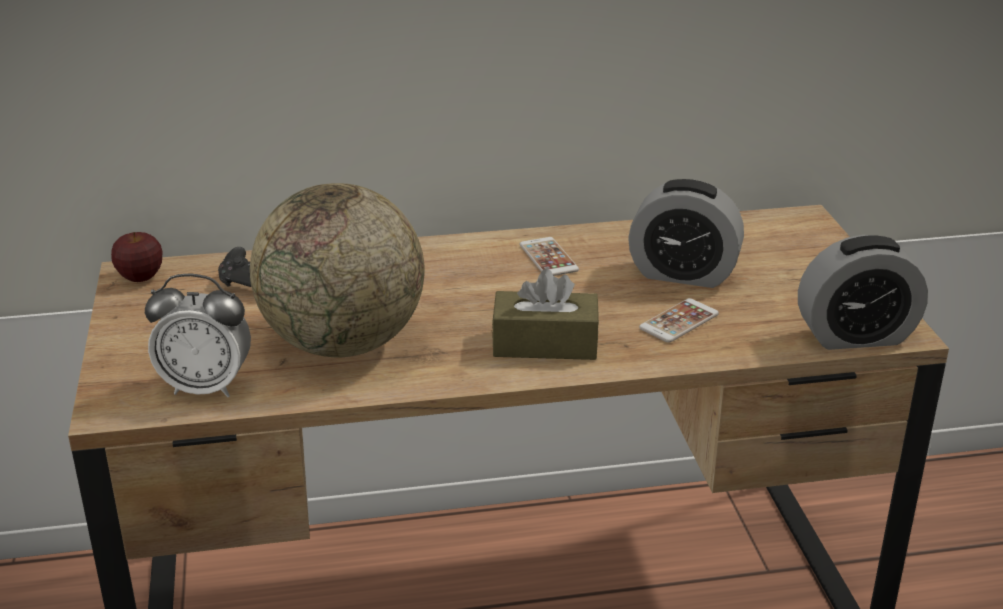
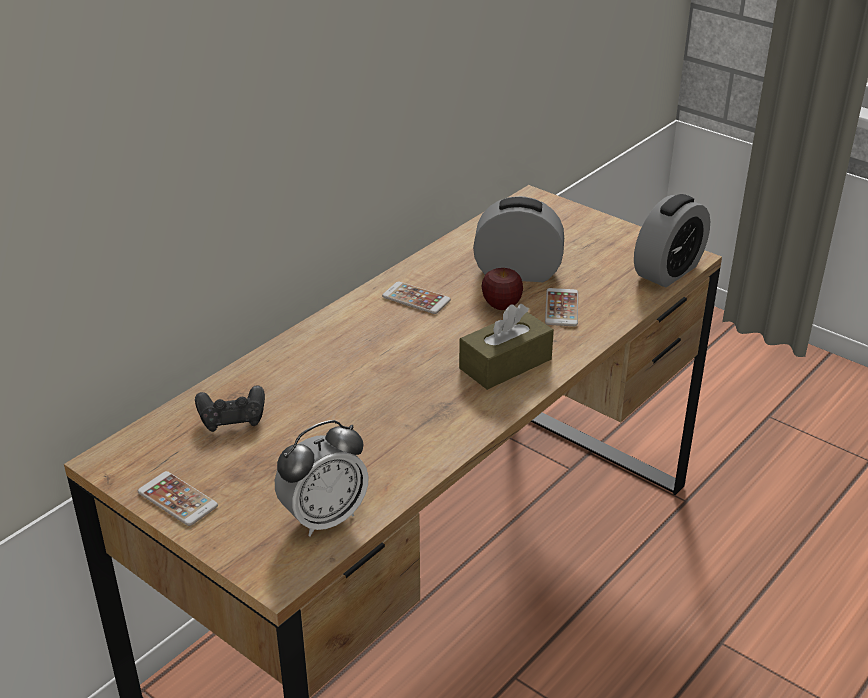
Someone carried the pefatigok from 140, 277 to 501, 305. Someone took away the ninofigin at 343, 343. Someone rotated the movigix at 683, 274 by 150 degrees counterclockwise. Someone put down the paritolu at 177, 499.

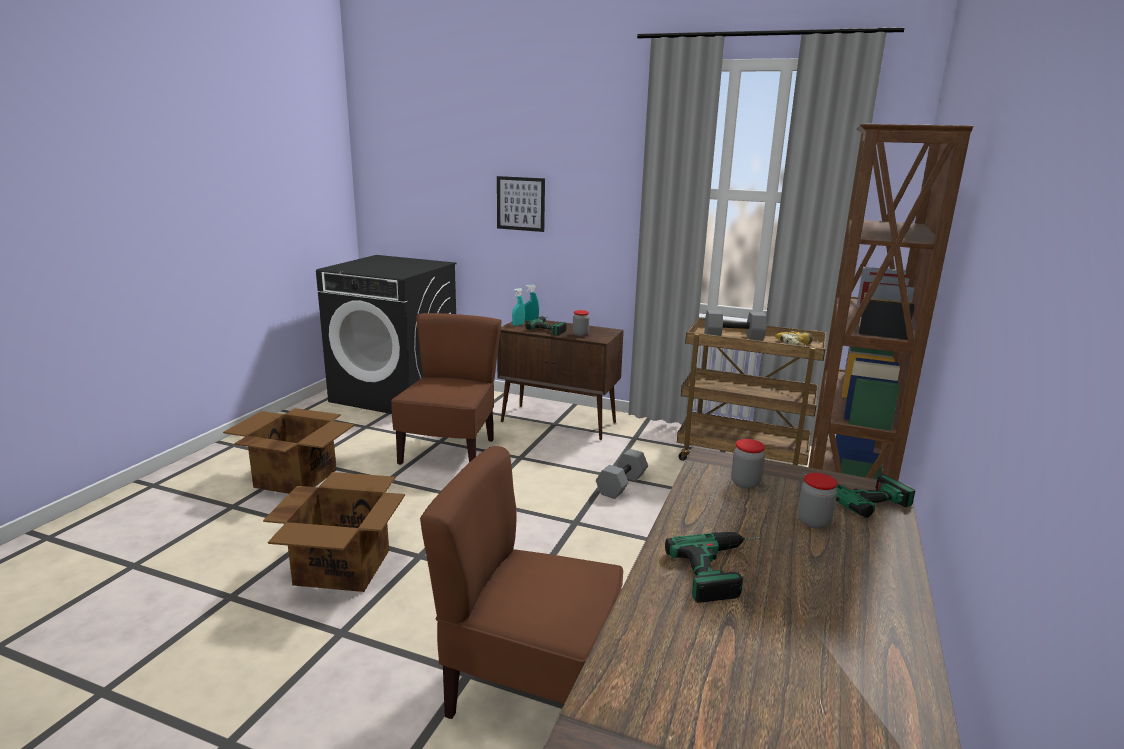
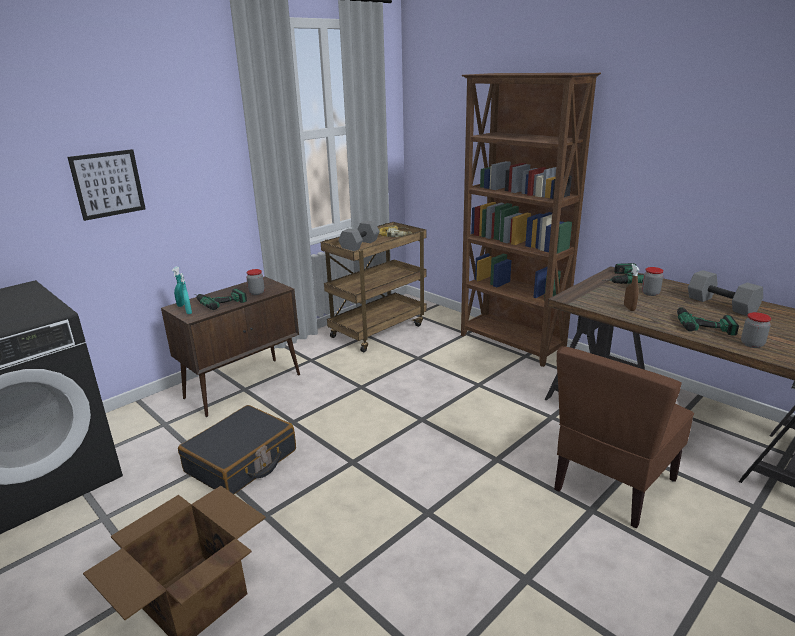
Someone took away the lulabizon at 344, 566. Someone swapped the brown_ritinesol at 449, 452 for the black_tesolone at 241, 461. Someone carried the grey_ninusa from 622, 485 to 722, 305. Someone carried the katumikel from 745, 483 to 752, 344. Someone put down the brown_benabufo at 629, 308.

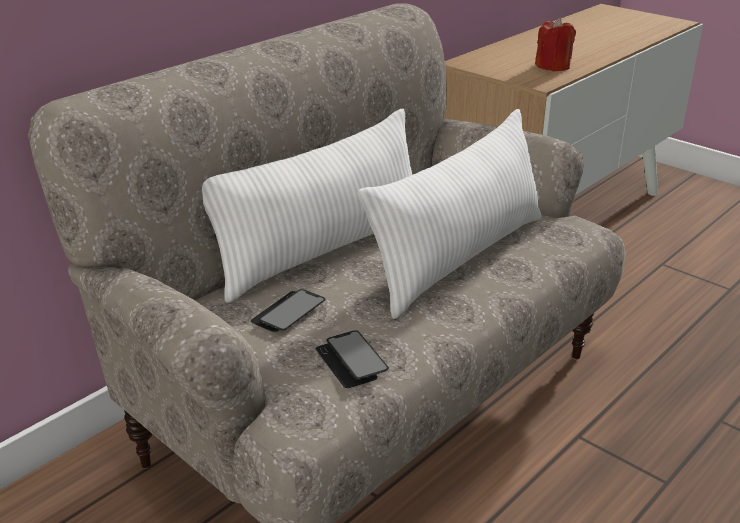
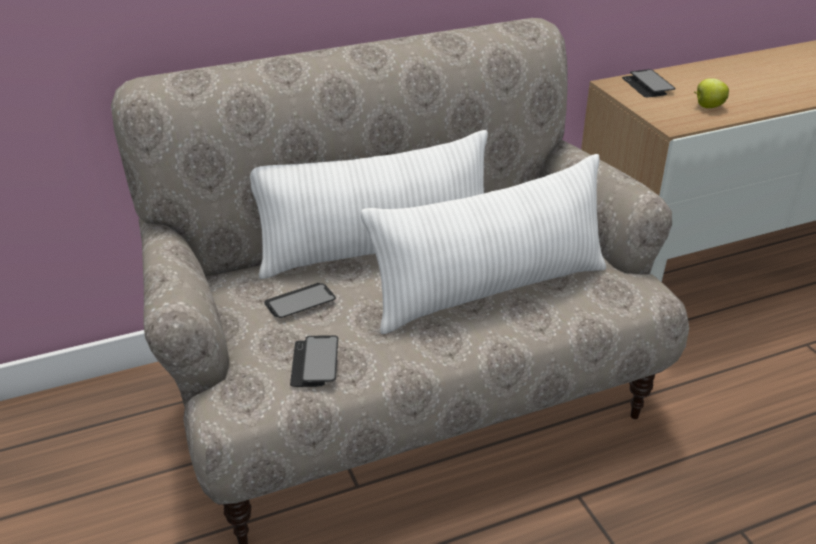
Someone swapped the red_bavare at 553, 66 for the pefatigok at 708, 106. Someone put down the paritolu at 647, 85.

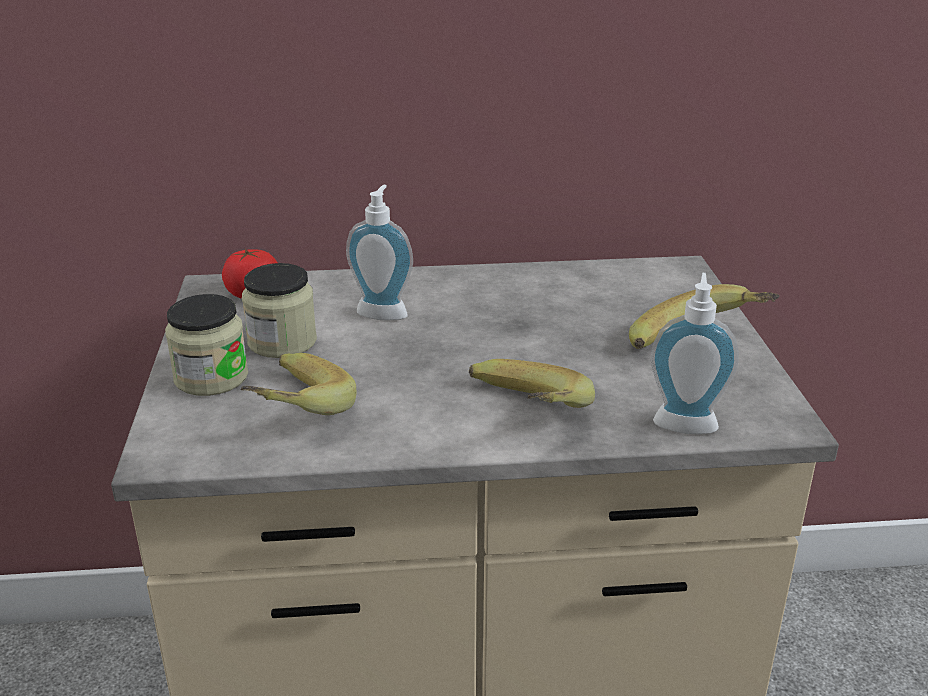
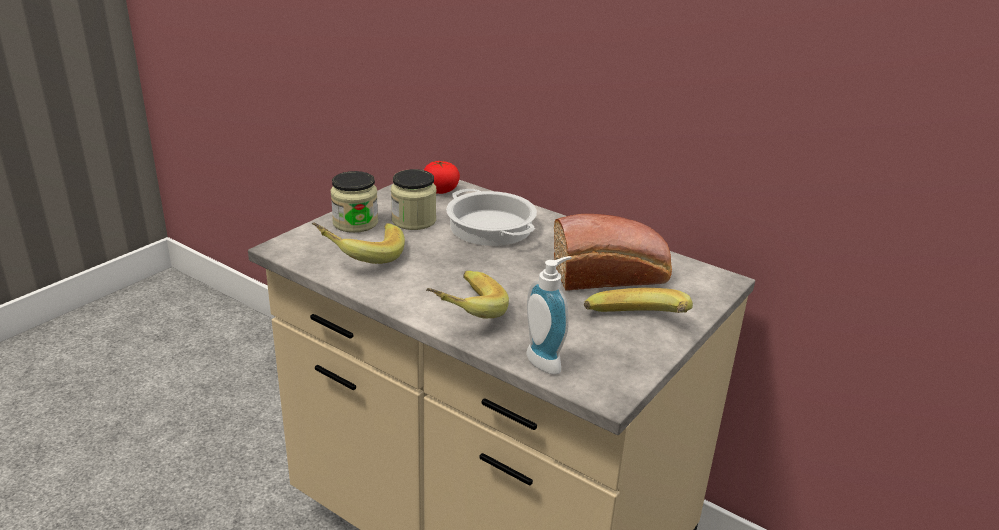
Someone swapped the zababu at 384, 311 for the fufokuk at 489, 227. Someone put down the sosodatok at 612, 275.

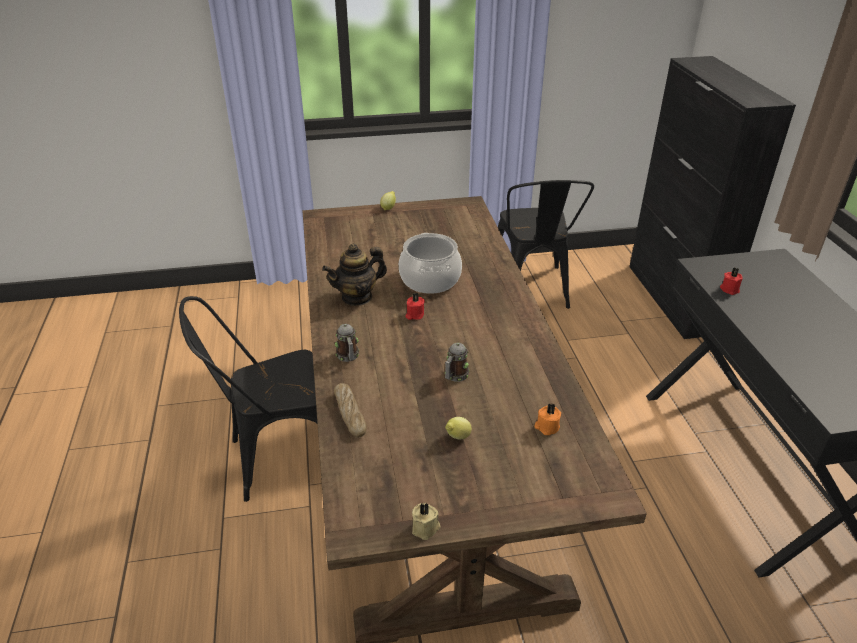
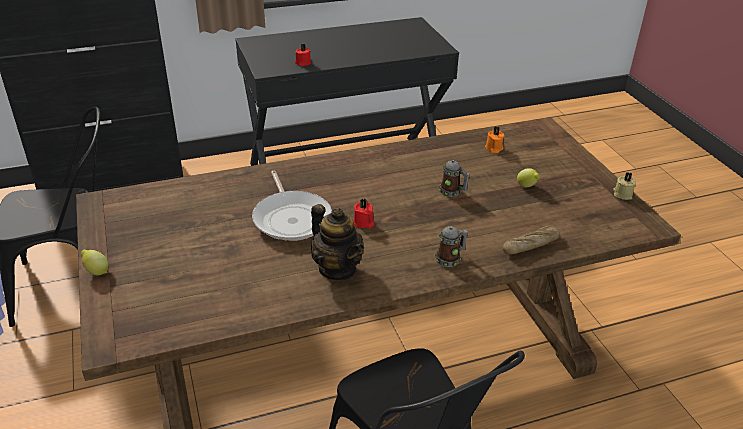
Someone swapped the fufokuk at 430, 279 for the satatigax at 291, 218.

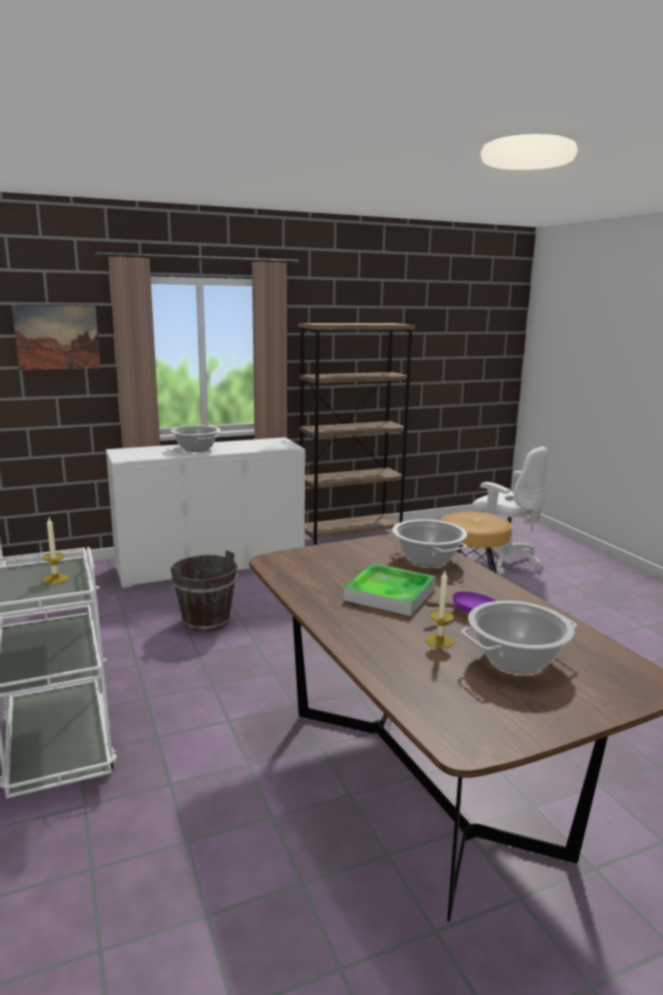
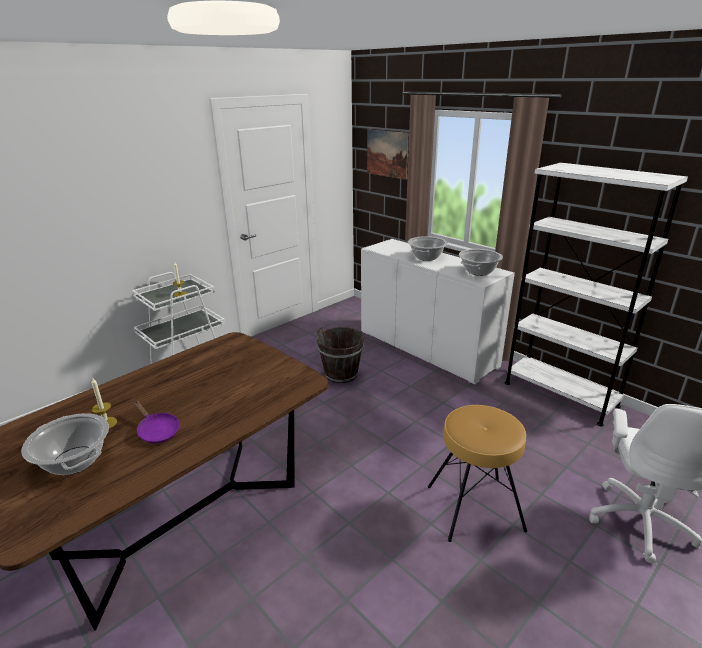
Someone repainted the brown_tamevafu at 350, 537, which became the white_tamevafu at 560, 394. Someone took away the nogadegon at 390, 594. Someone carried the fufokuk from 427, 559 to 478, 271.

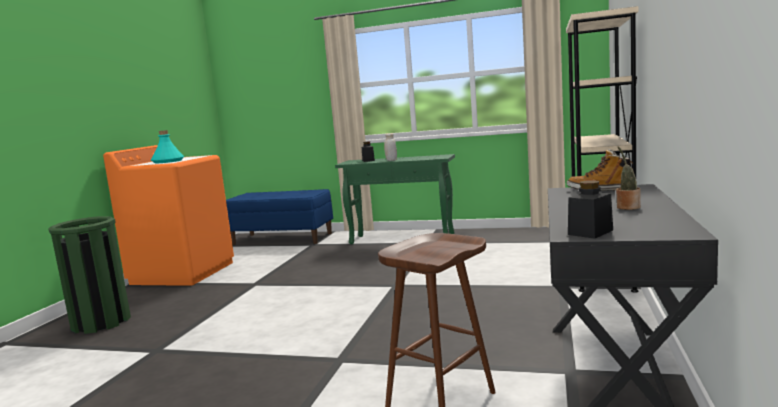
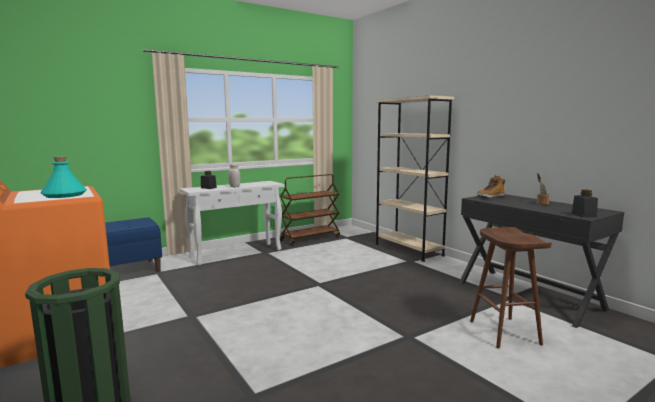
Someone repainted the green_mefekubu at 402, 239, which became the white_mefekubu at 237, 253. Someone put down the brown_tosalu at 310, 239.

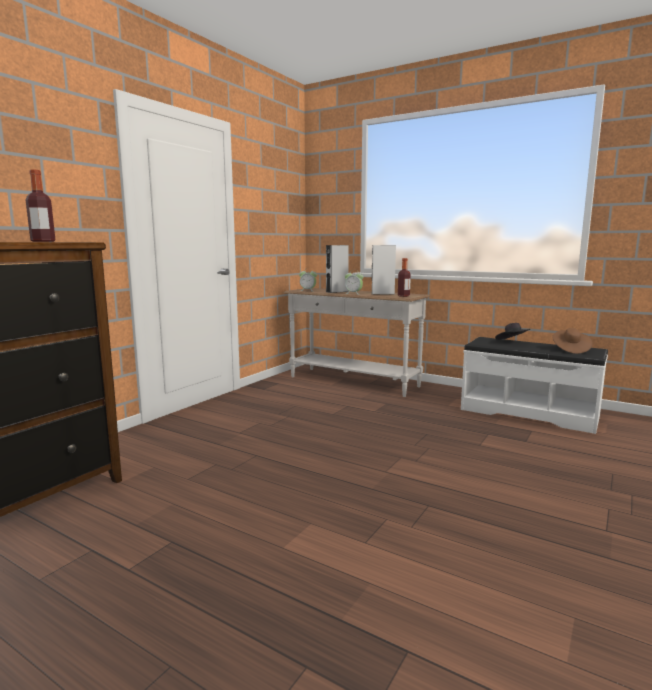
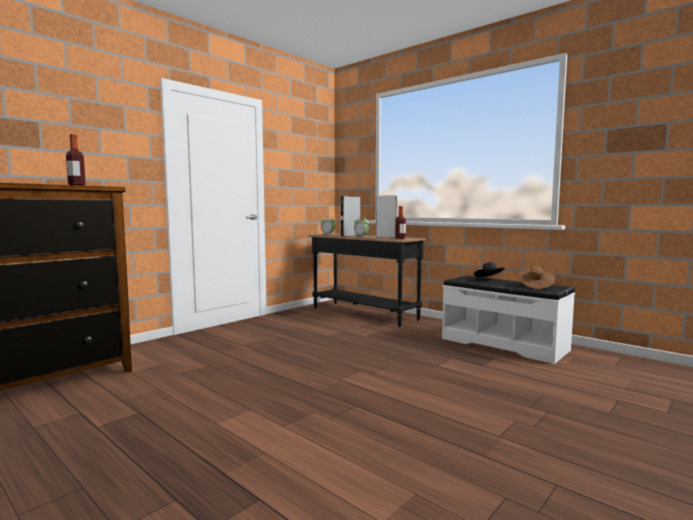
Someone repainted the white_mefekubu at 352, 382, which became the black_mefekubu at 363, 314.

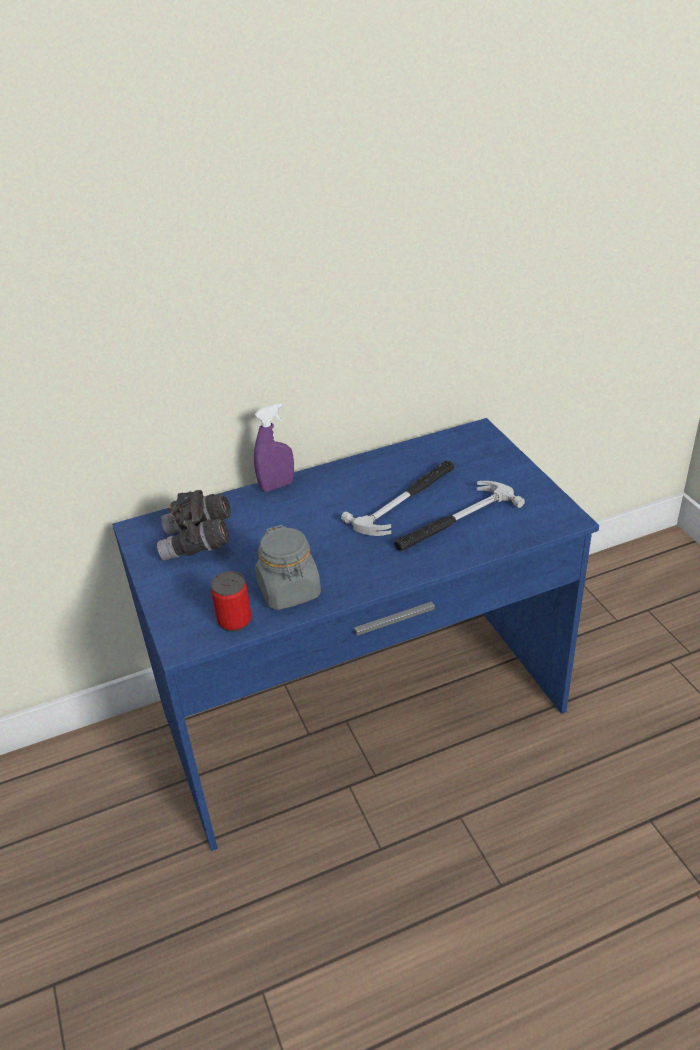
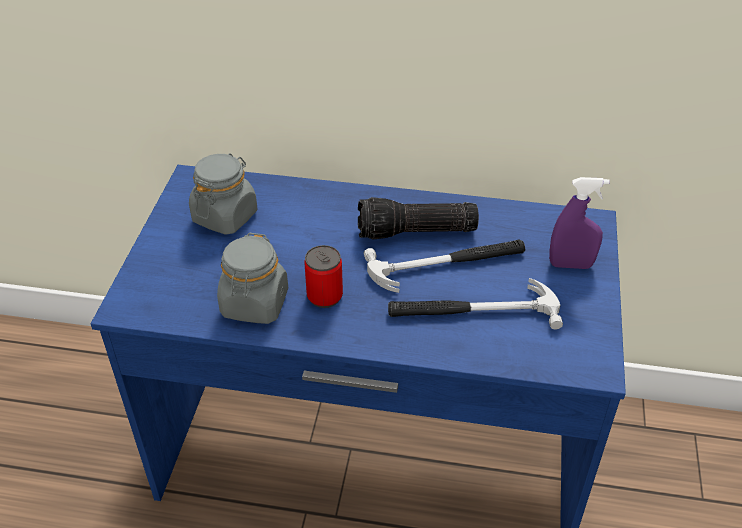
Someone swapped the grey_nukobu at 198, 543 for the grey_katumikel at 225, 216. Someone carried the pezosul from 234, 620 to 324, 296. Someone carried the purple_benabufo from 277, 486 to 570, 265. Someone put down the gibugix at 415, 233.

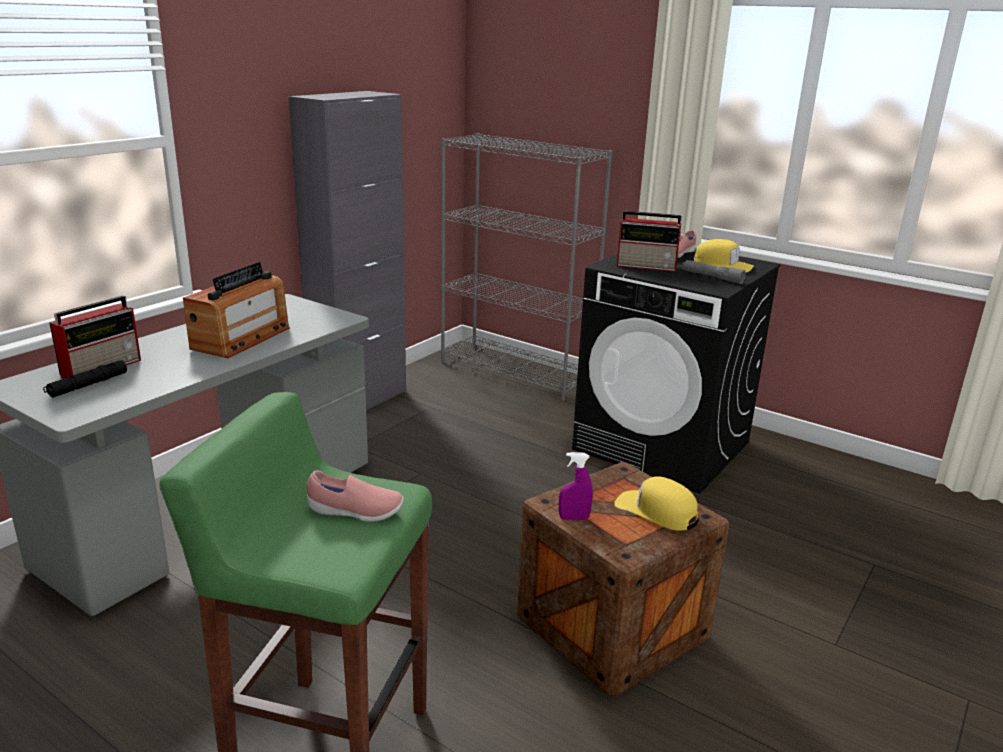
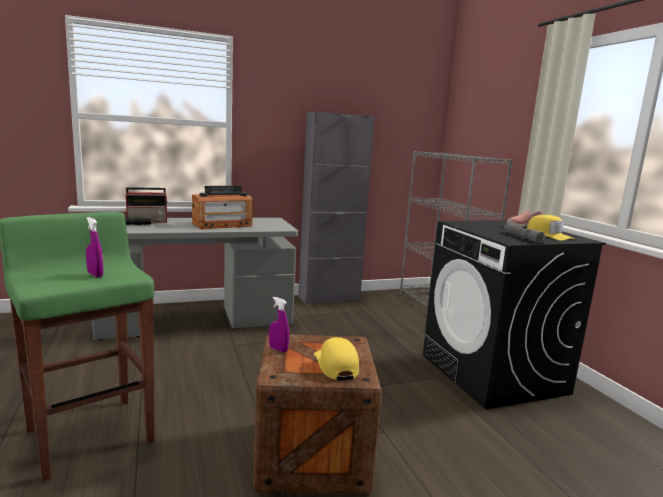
Someone swapped the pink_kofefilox at 355, 512 for the purple_benabufo at 95, 274. Someone took away the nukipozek at 648, 266.

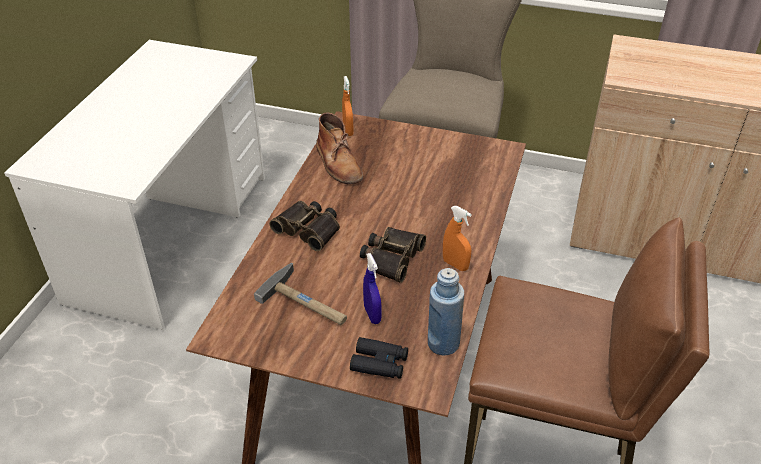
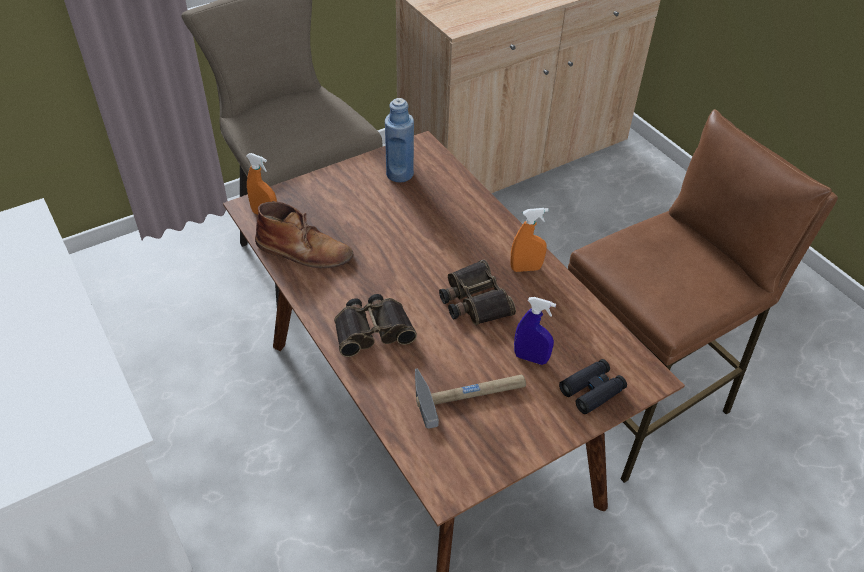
Someone carried the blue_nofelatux from 443, 343 to 399, 174.

